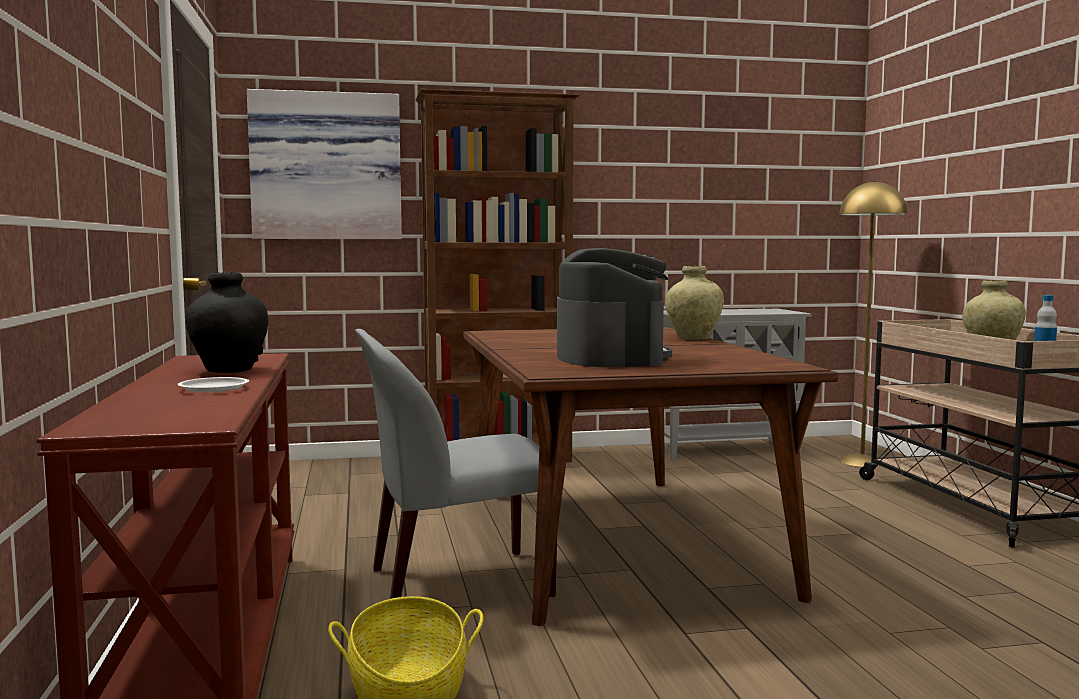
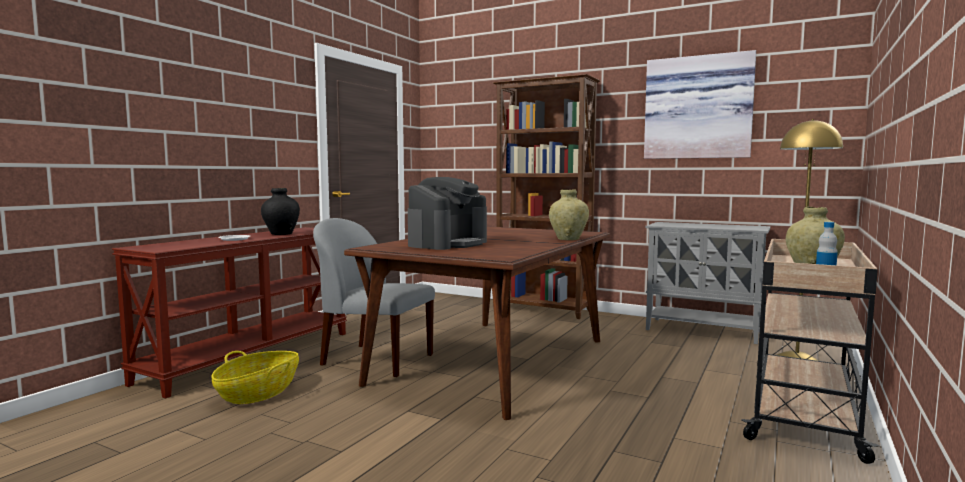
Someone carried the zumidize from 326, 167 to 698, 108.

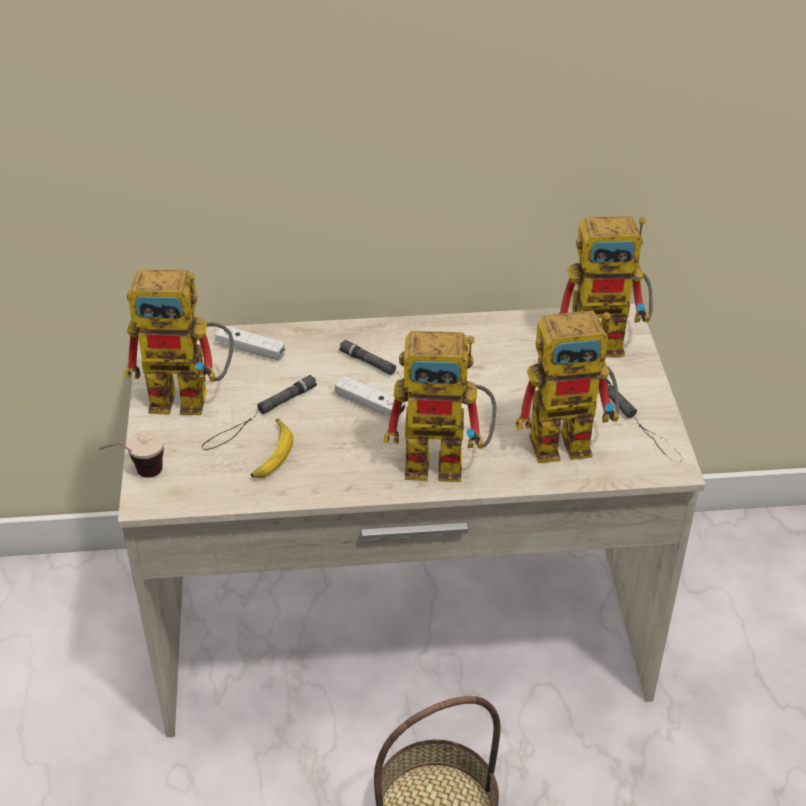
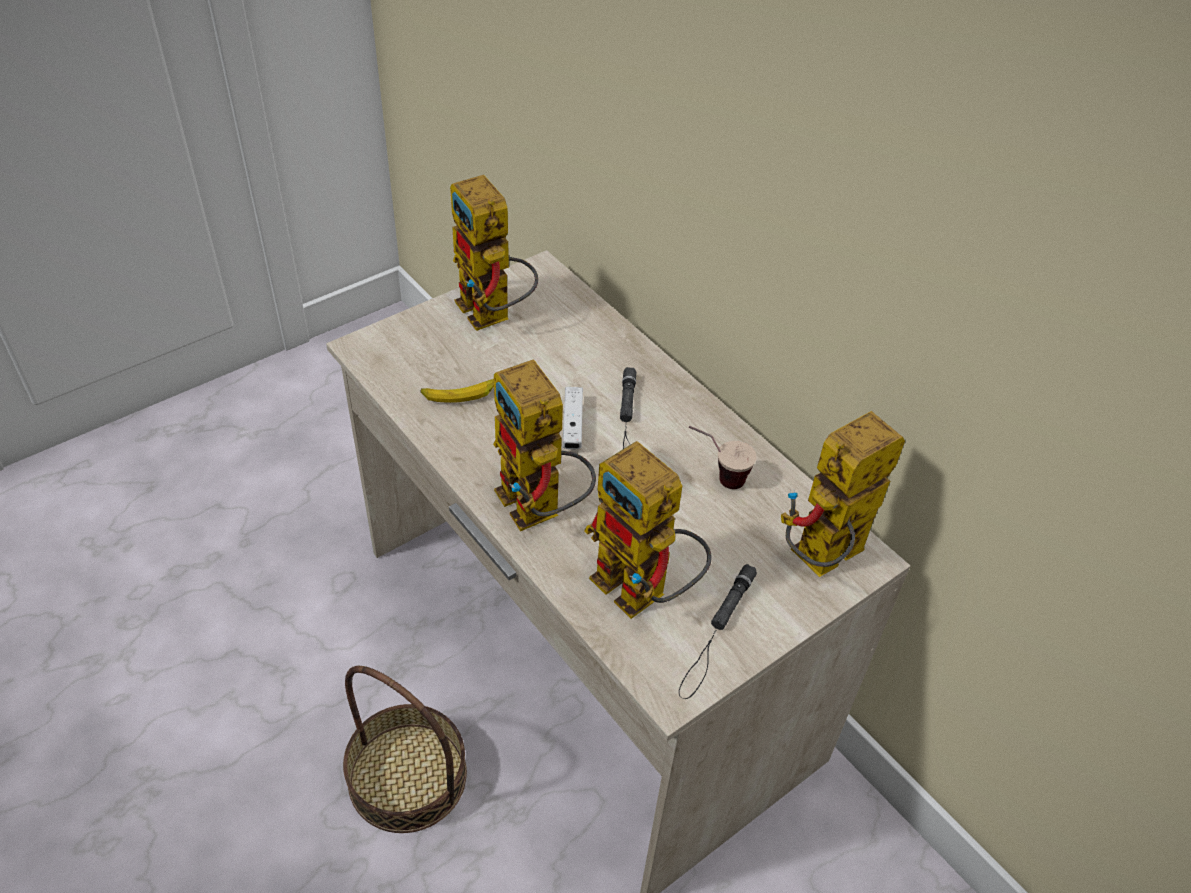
Someone carried the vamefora from 137, 477 to 716, 477. Someone took away the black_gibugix at 259, 416. Someone took away the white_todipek at 250, 349. Someone rotated the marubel at 608, 341 by 90 degrees clockwise.

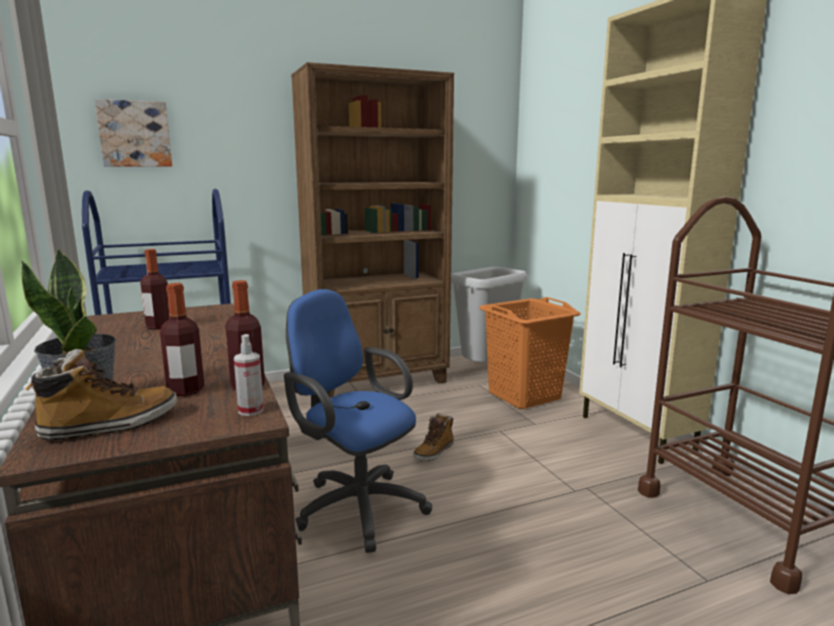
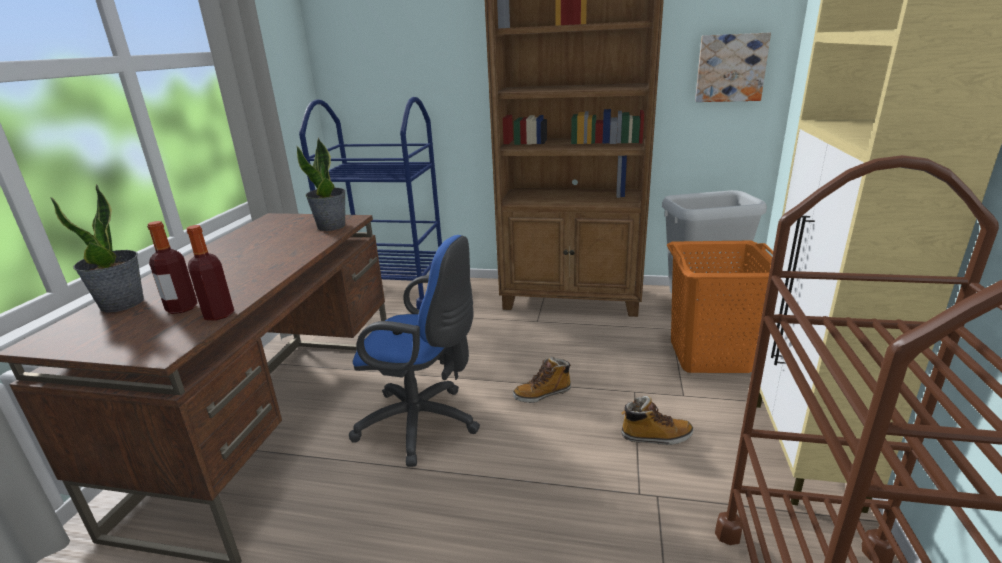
Someone carried the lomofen from 110, 425 to 655, 436. Someone carried the zumidize from 135, 134 to 730, 68. Someone took away the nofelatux at 159, 326. Someone took away the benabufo at 251, 410. Someone rotated the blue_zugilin at 355, 506 by 120 degrees clockwise. Someone put down the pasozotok at 332, 226.

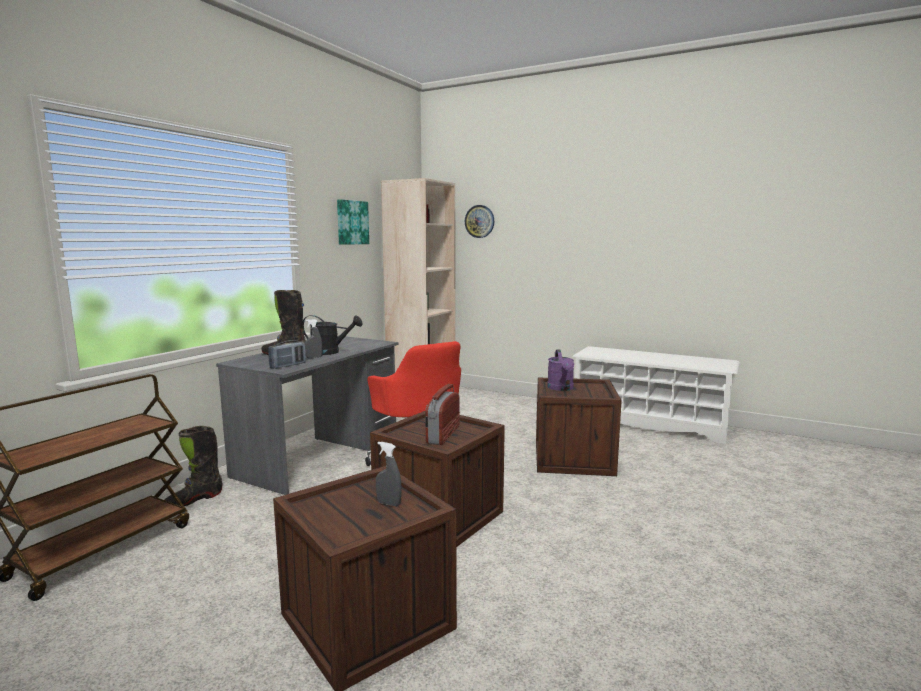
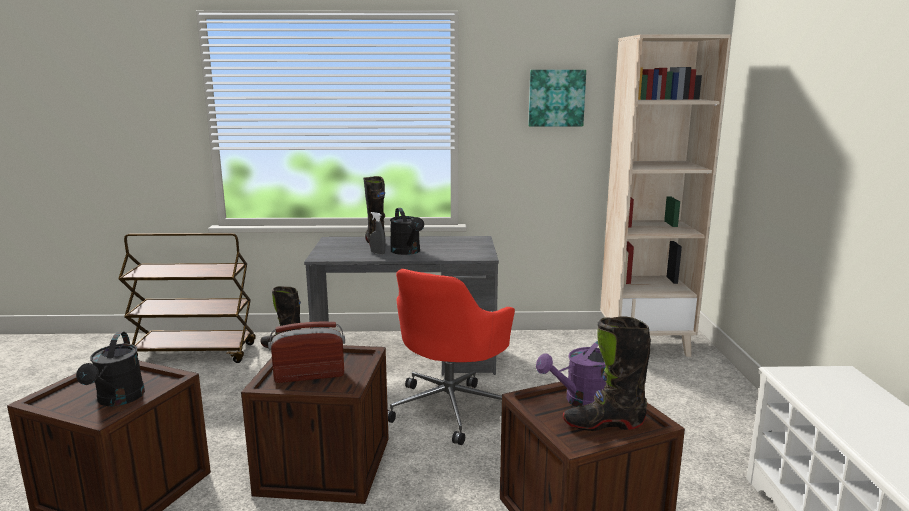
Someone took away the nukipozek at 288, 365. Someone swapped the grey_benabufo at 388, 503 for the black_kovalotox at 118, 400. Someone took away the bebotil at 479, 221. Someone put down the black_lomofen at 603, 424.

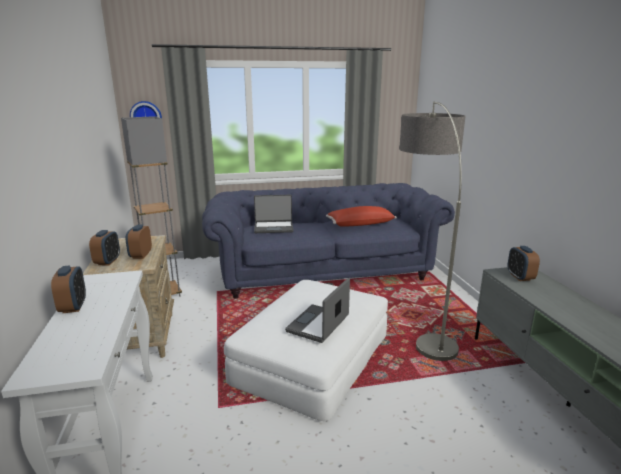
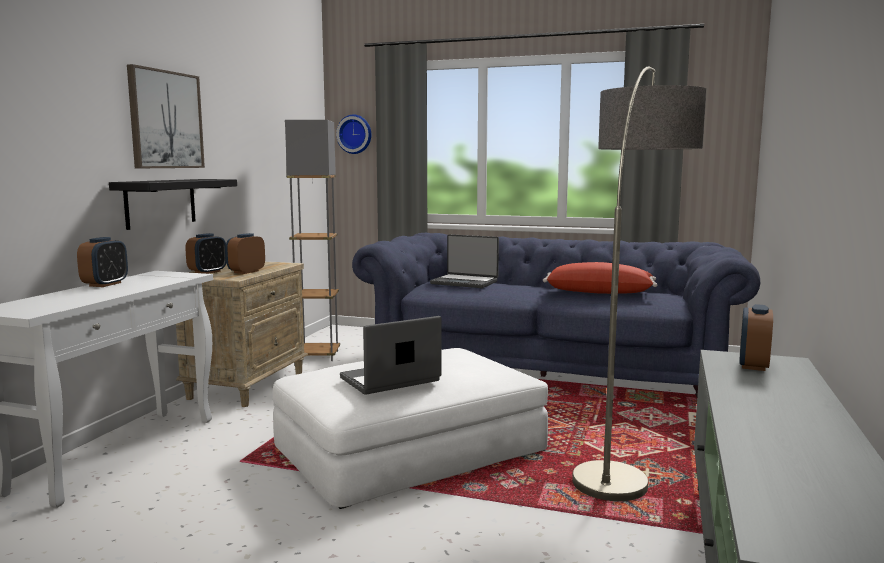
Someone put up the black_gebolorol at 161, 203. Someone put up the zumidize at 165, 120.

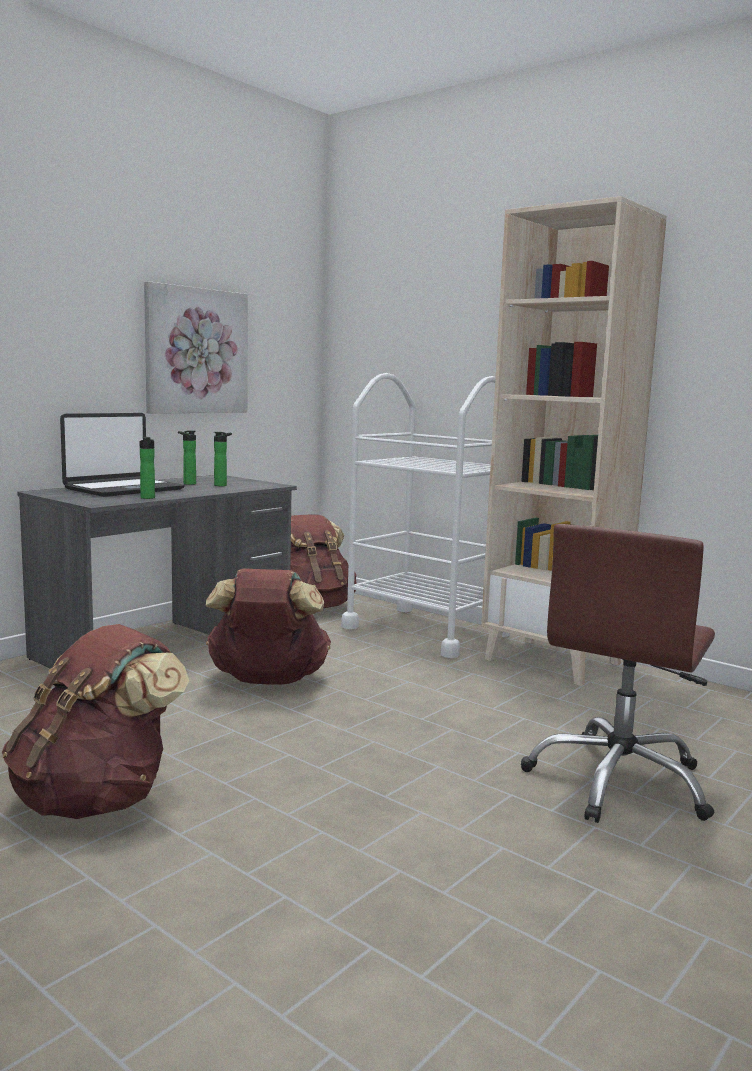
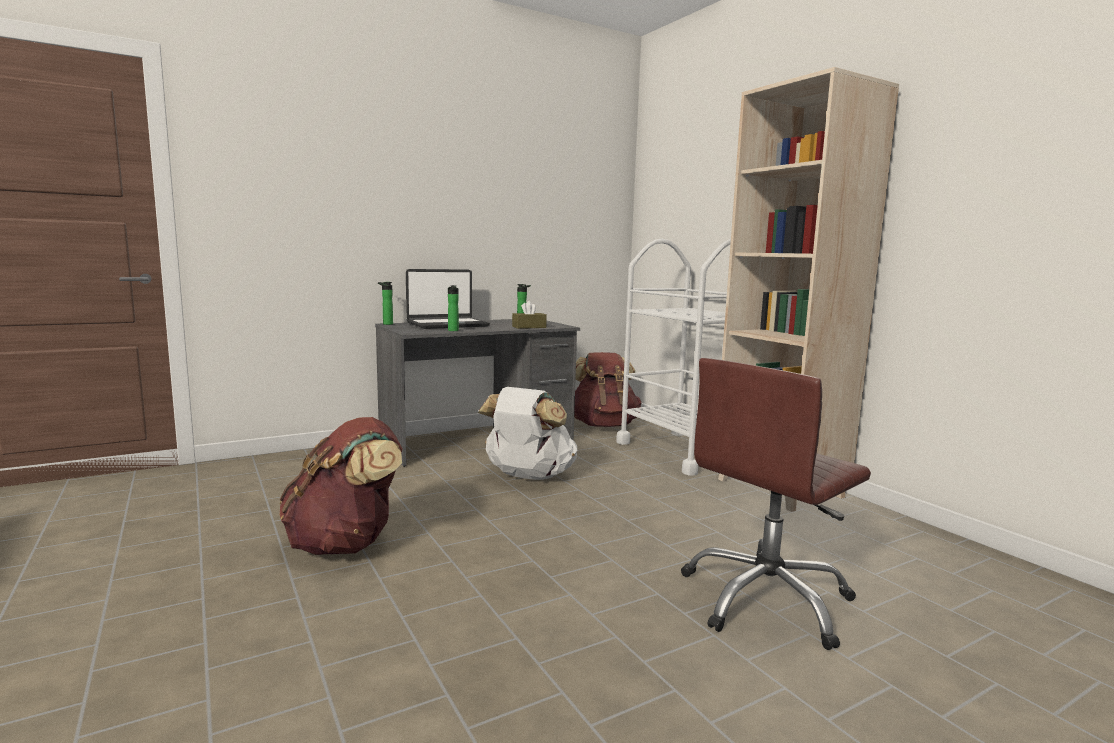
Someone took away the zumidize at 195, 351. Someone carried the nofelatux from 187, 484 to 386, 324. Someone repainted the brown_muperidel at 267, 681, which became the white_muperidel at 528, 476. Someone put down the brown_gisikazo at 529, 327.

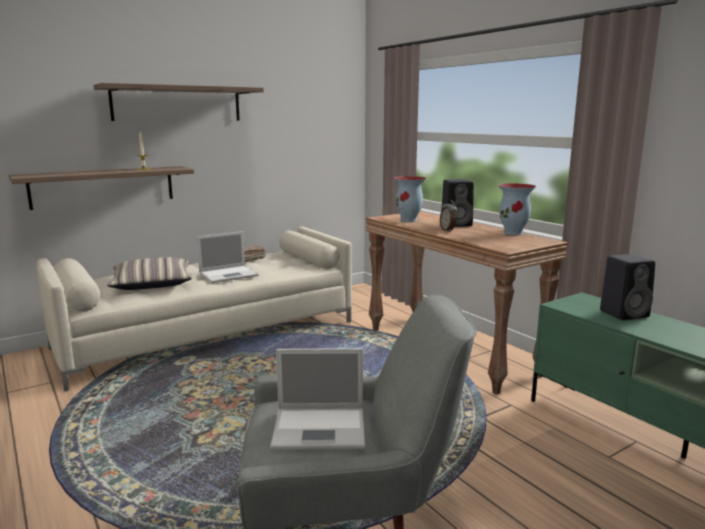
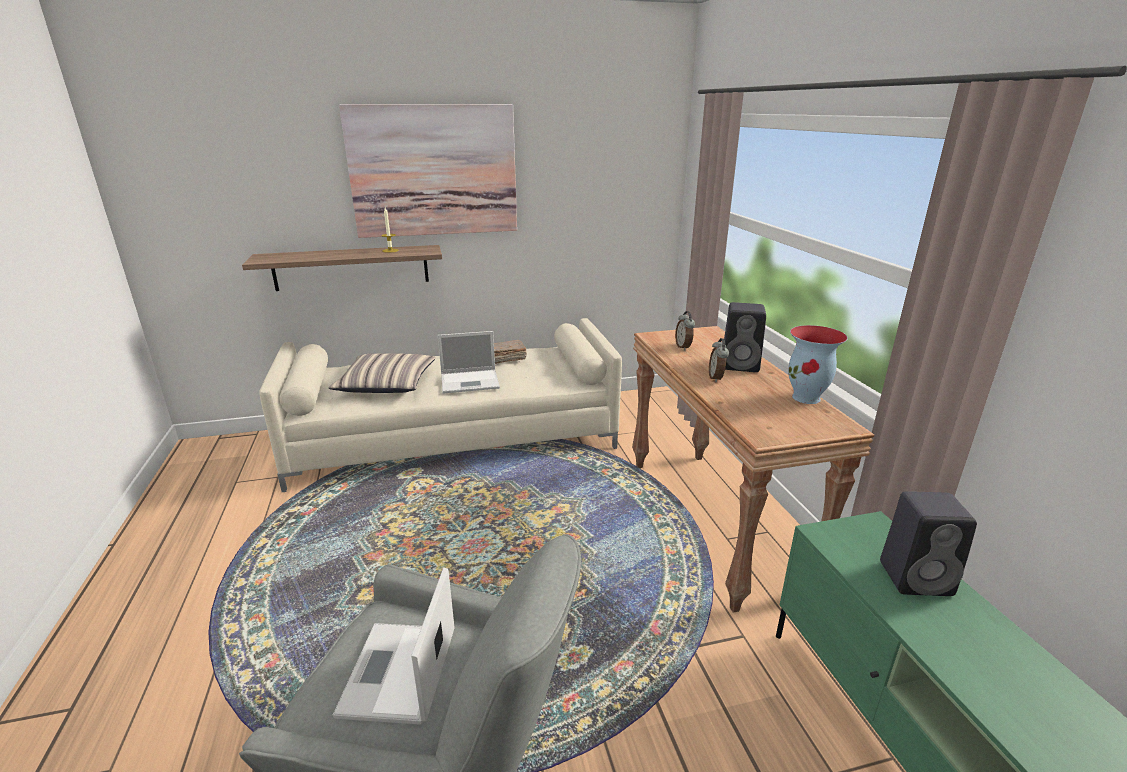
Someone swapped the gebolorol at 177, 104 for the zumidize at 434, 171. Someone rotated the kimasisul at 321, 428 by 75 degrees clockwise. Someone swapped the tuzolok at 409, 220 for the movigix at 683, 347.

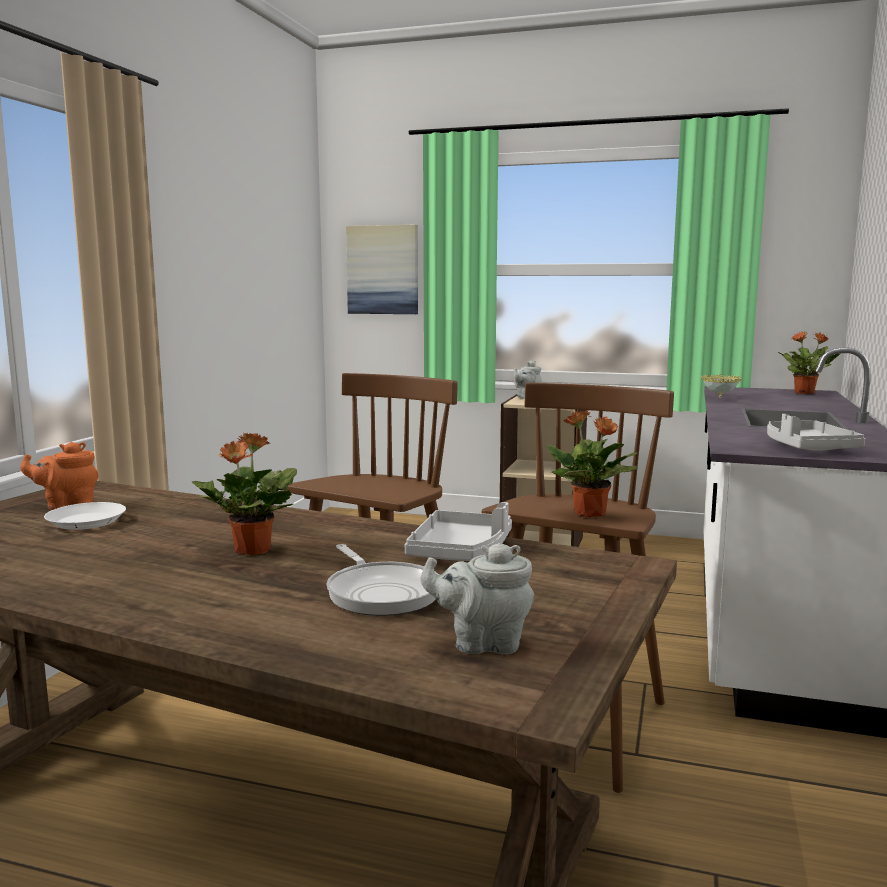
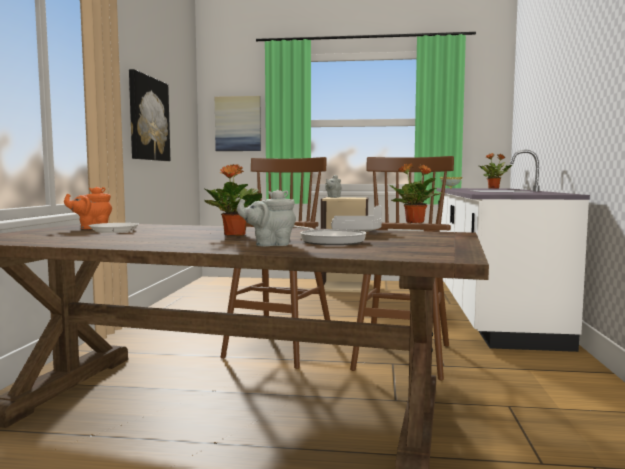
Someone carried the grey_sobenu from 482, 643 to 270, 244. Someone took away the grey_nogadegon at 807, 448. Someone put up the zumidize at 148, 119.

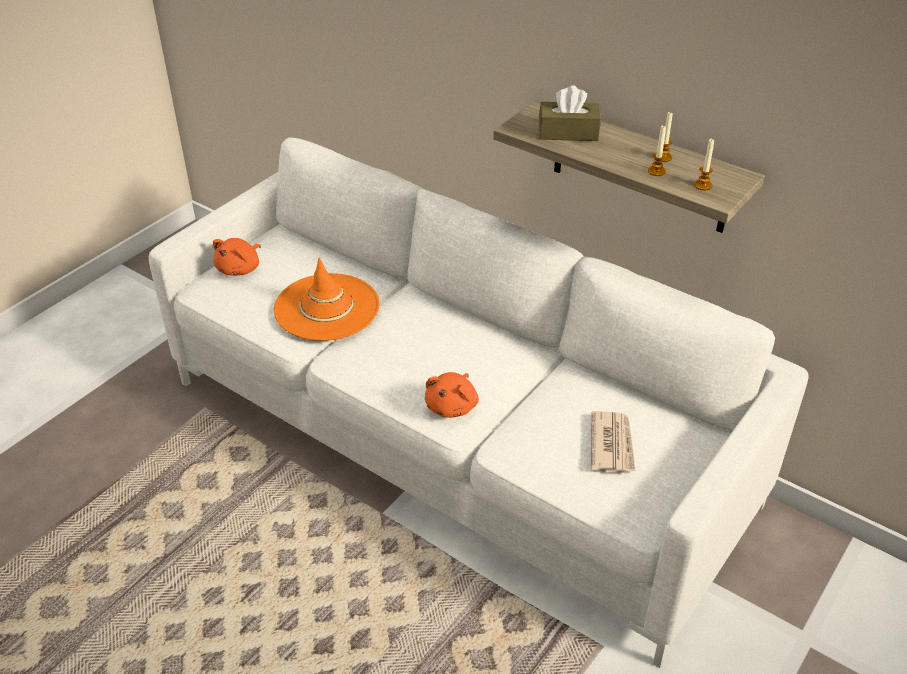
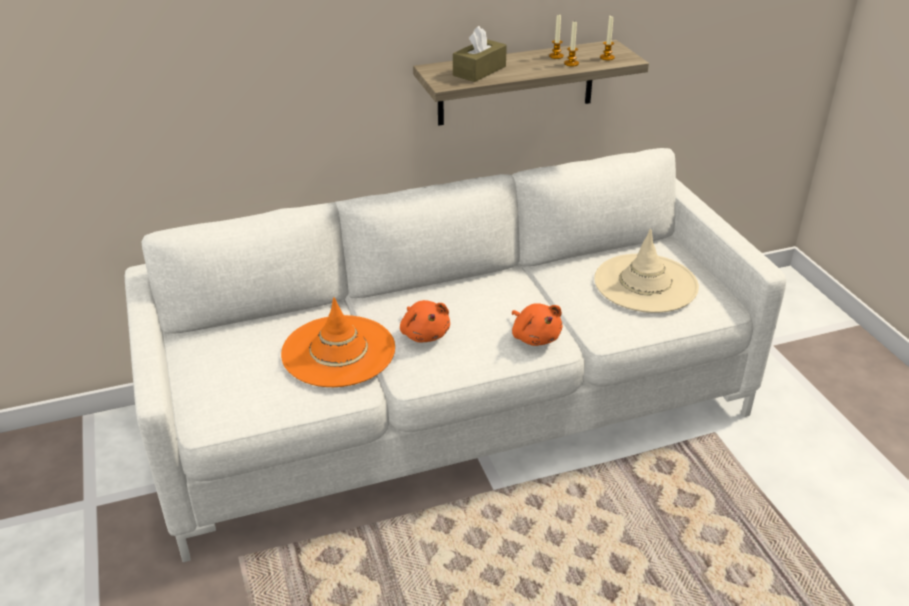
Someone carried the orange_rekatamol from 240, 269 to 424, 334. Someone swapped the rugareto at 612, 444 for the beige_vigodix at 645, 284.

